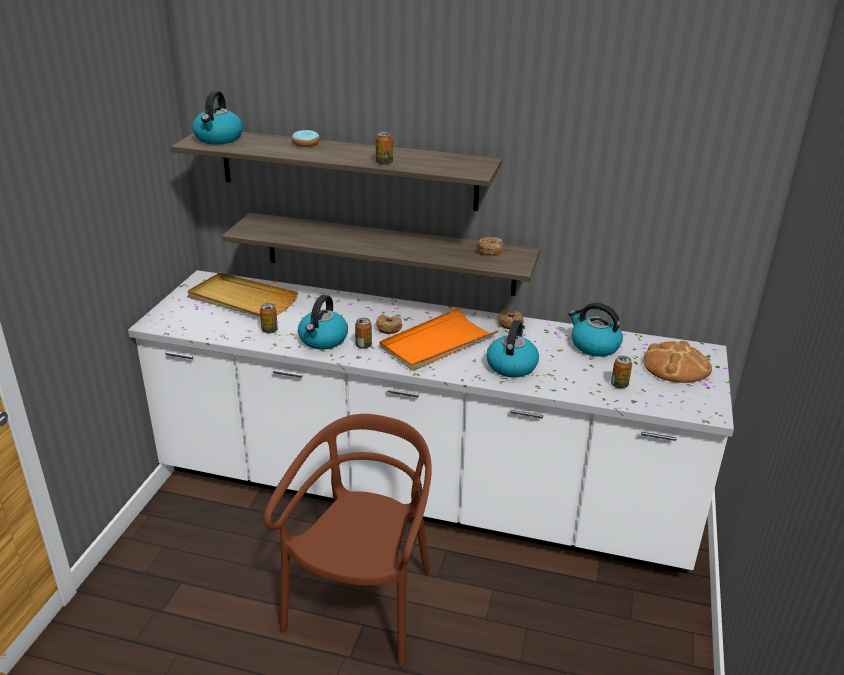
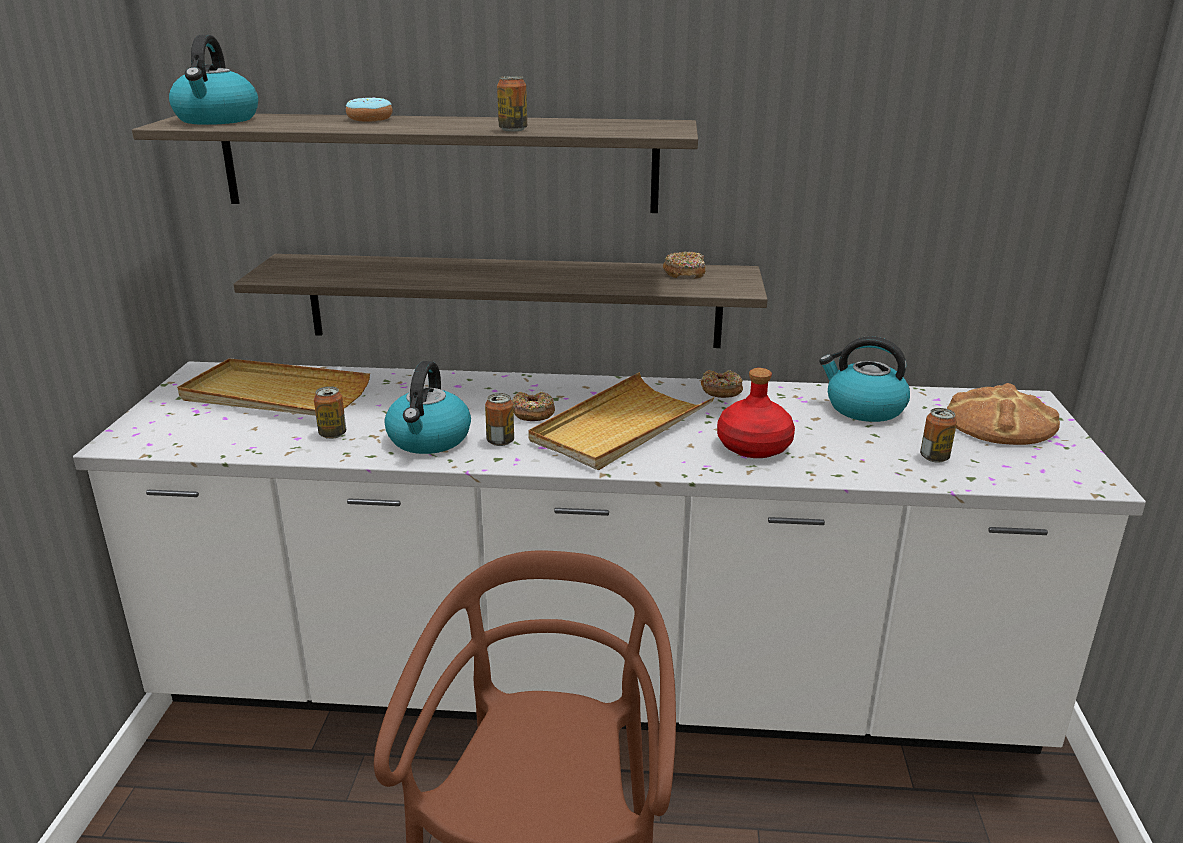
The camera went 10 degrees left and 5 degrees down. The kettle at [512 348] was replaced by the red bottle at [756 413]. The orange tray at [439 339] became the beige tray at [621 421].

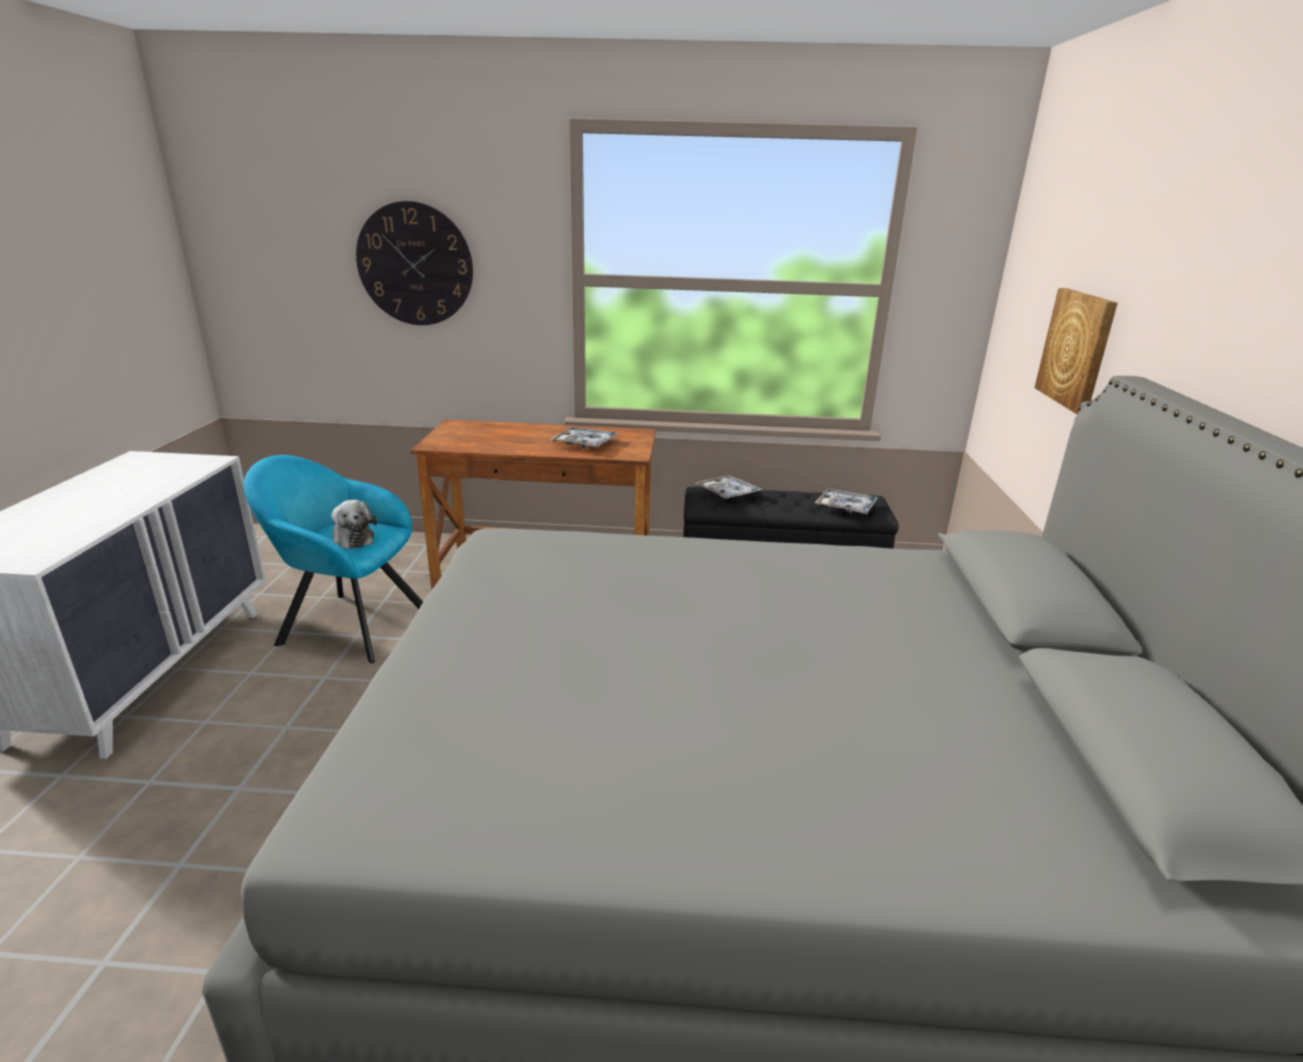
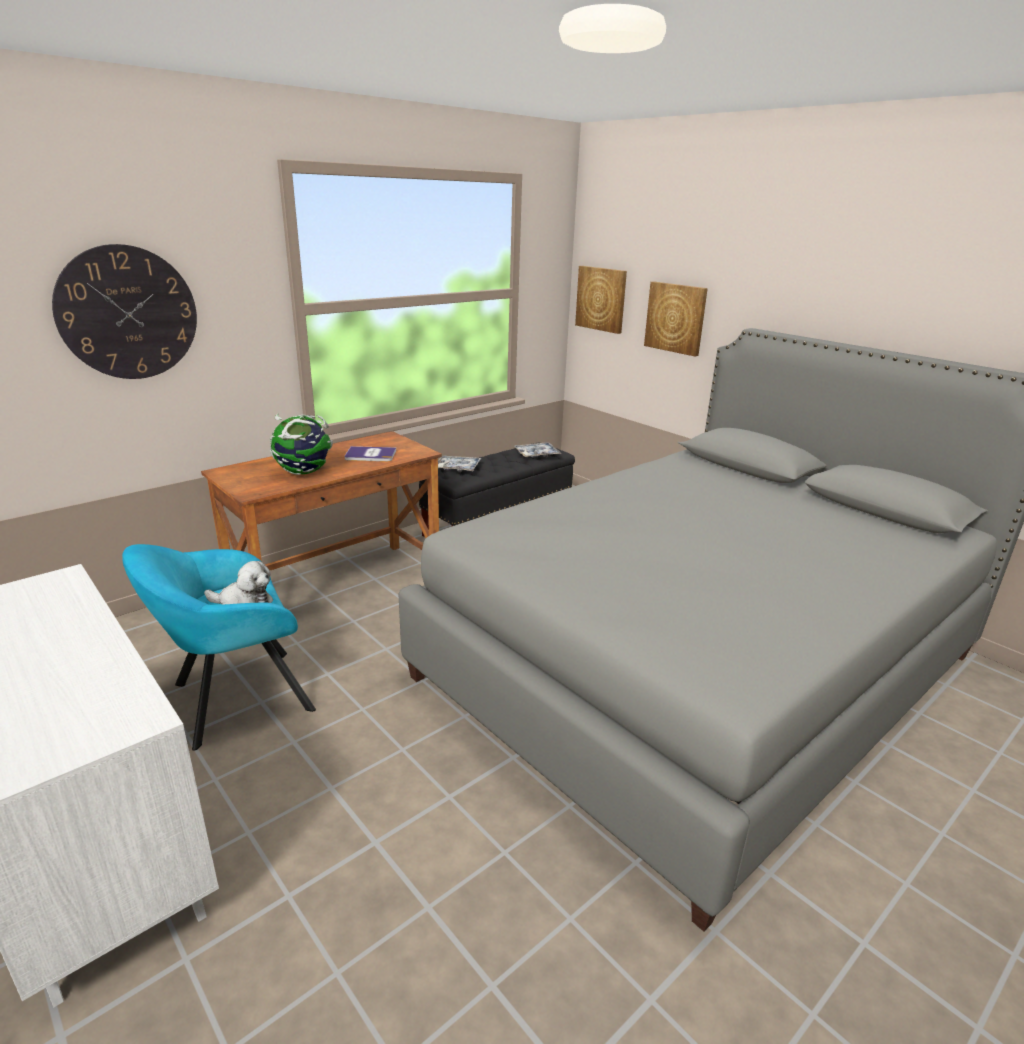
The camera went 45 degrees left and 0 degrees up. The globe at [301 444] appeared. The picture at [601 300] appeared. The tray at [584 437] was replaced by the book at [370 453].

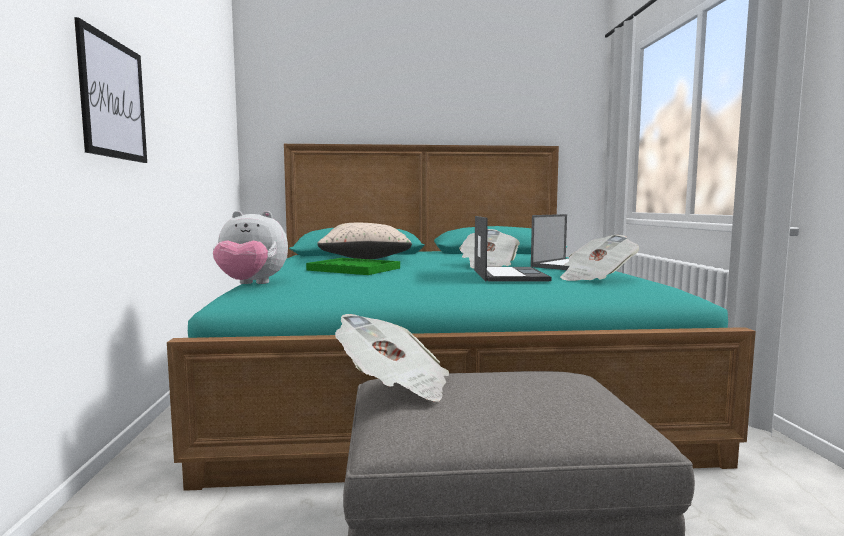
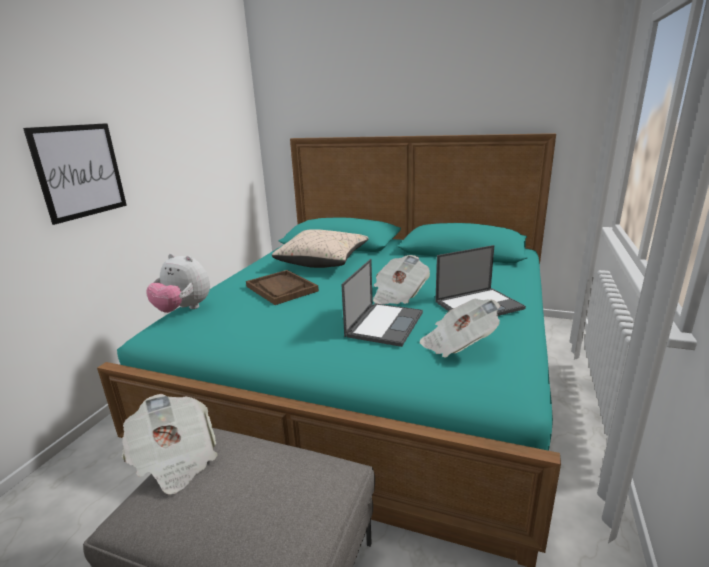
The camera went 25 degrees right and 15 degrees up. The green tray at [353 266] became the brown tray at [282 287].

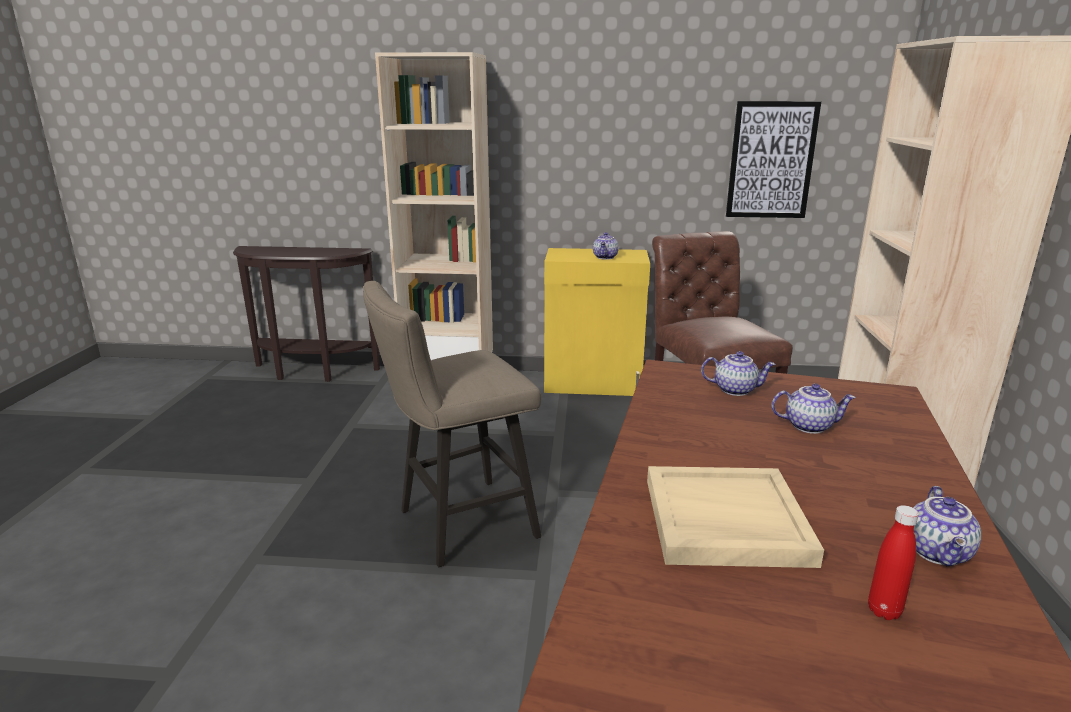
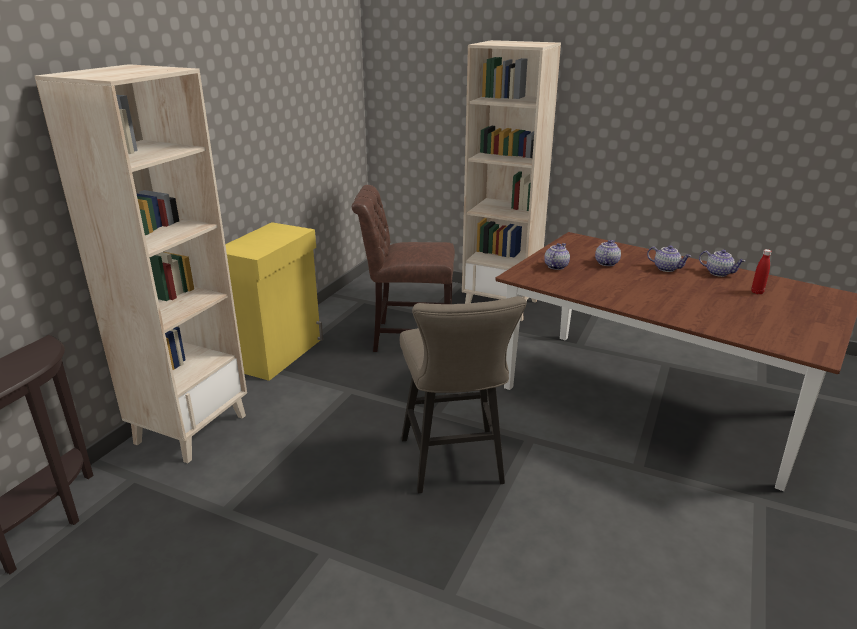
The camera went 70 degrees left and 5 degrees up. The beige tray at [735 517] disappeared. The picture at [773 159] disappeared. The teapot moved from [606 246] to [669 258].

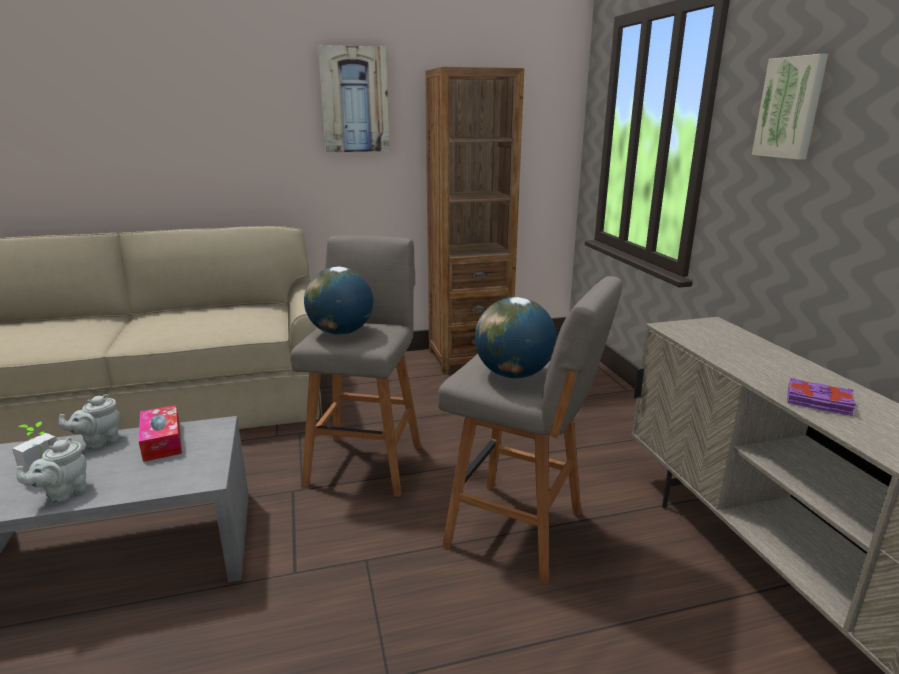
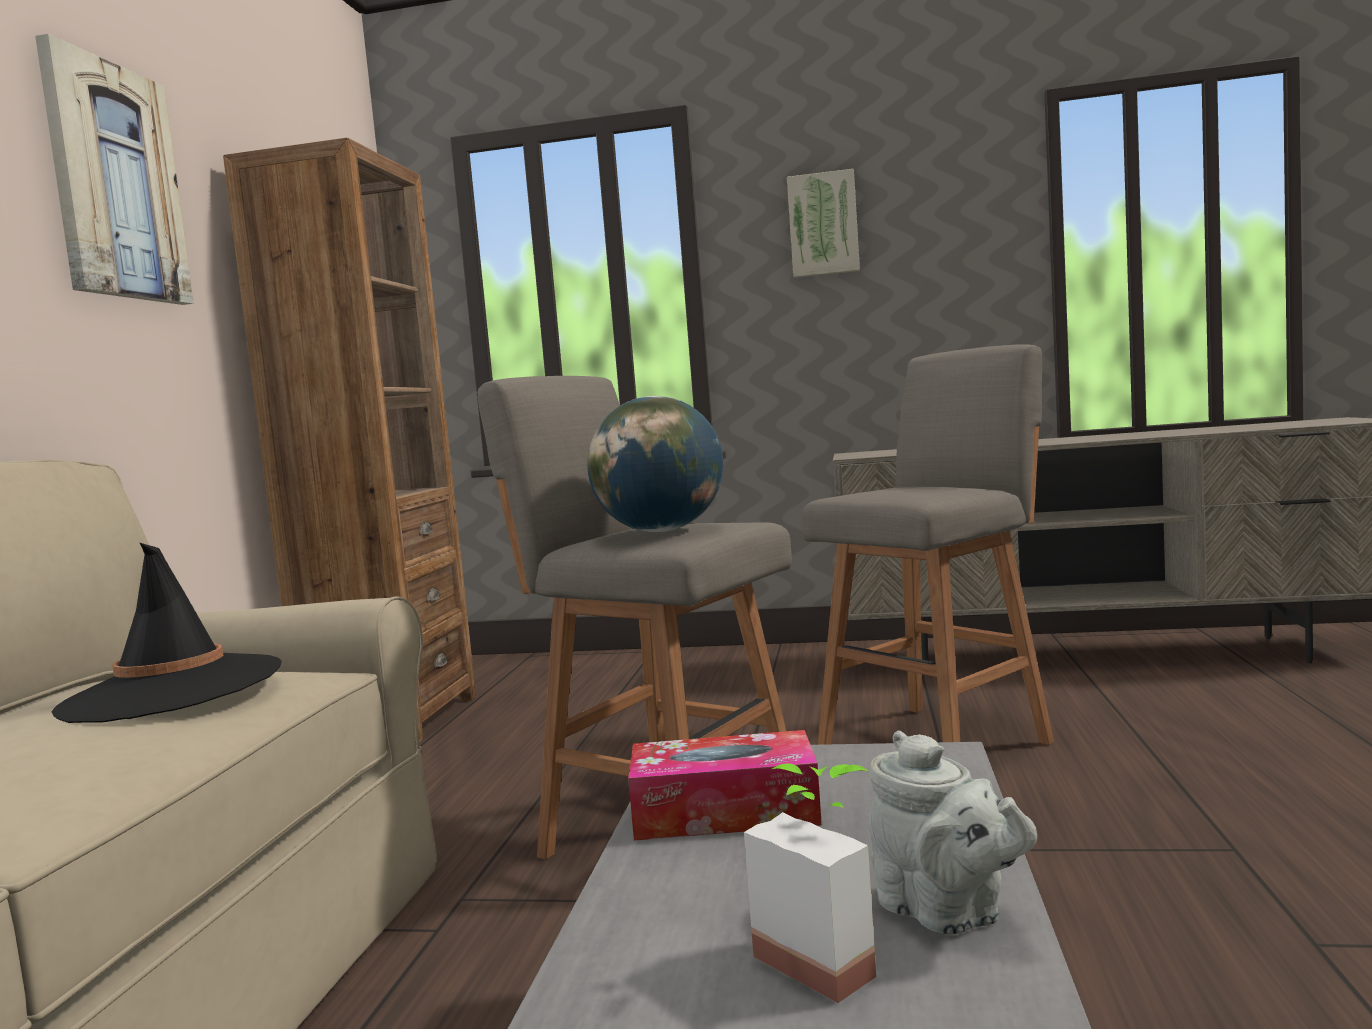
The camera went 65 degrees left and 15 degrees down. The grey teapot at [89 422] disappeared. The globe at [516 338] disappeared. The purple book at [821 397] disappeared. The black hat at [166 632] appeared.

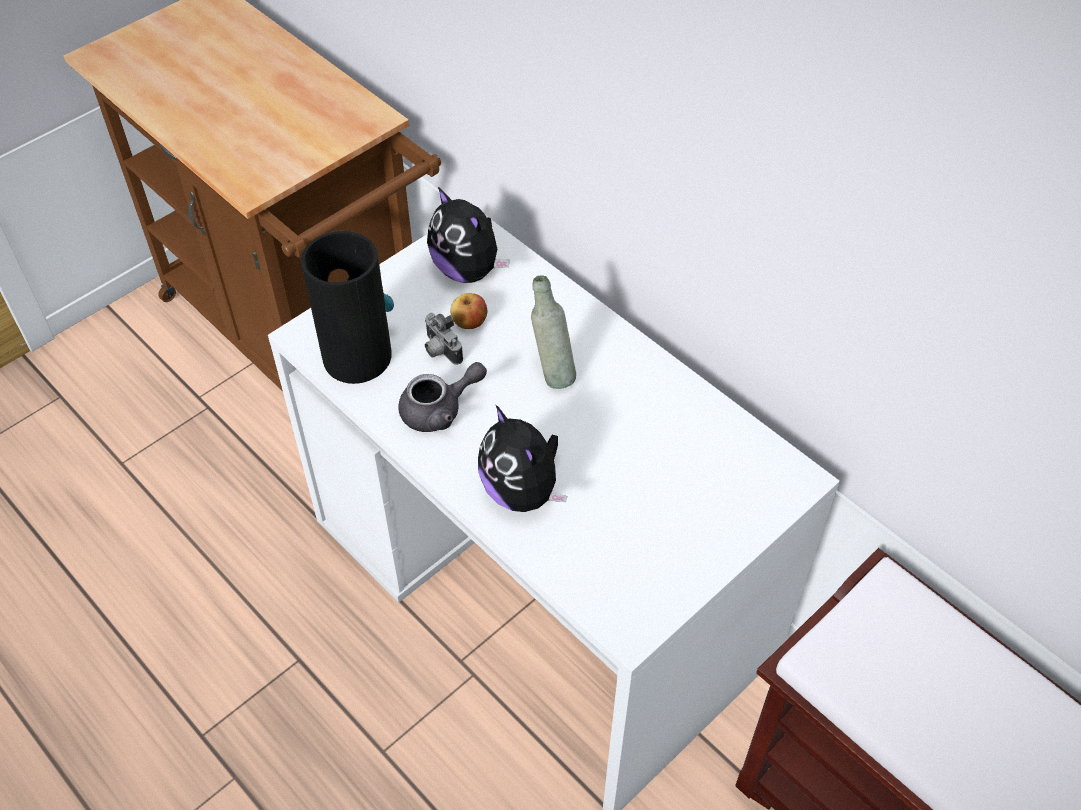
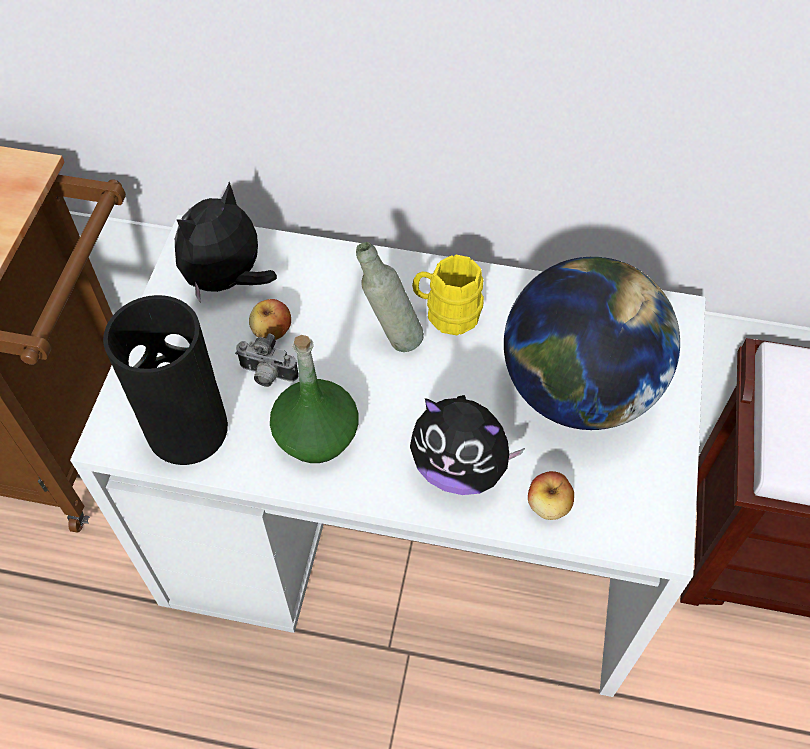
The camera went 35 degrees left and 5 degrees up. The yellow mug at [448 295] appeared. The globe at [592 343] appeared. The apple at [551 495] appeared. The grey teapot at [442 397] was replaced by the green bottle at [314 399]. The plush toy at [468 235] turned 120 degrees clockwise.

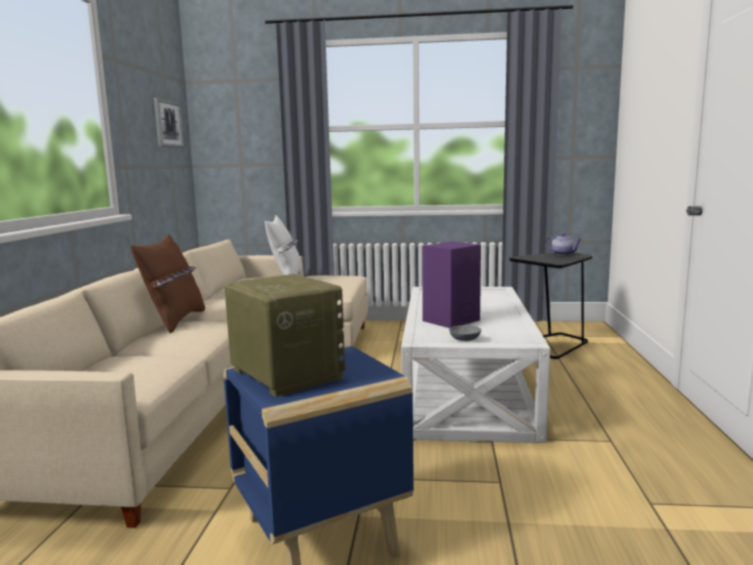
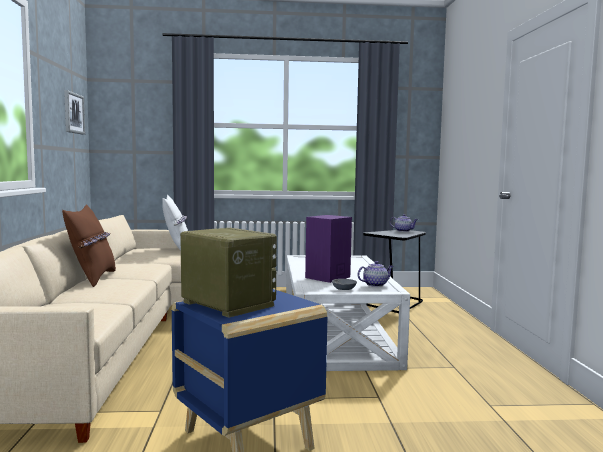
The camera went 10 degrees left and 5 degrees down. The teapot at [376 274] appeared.

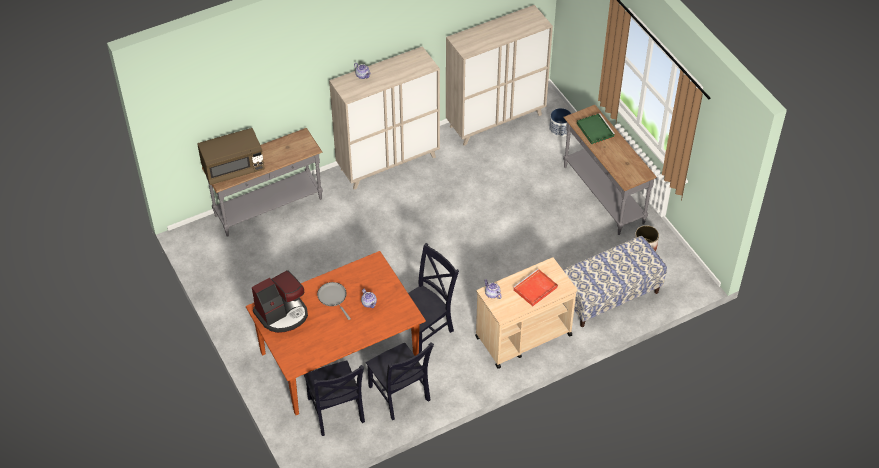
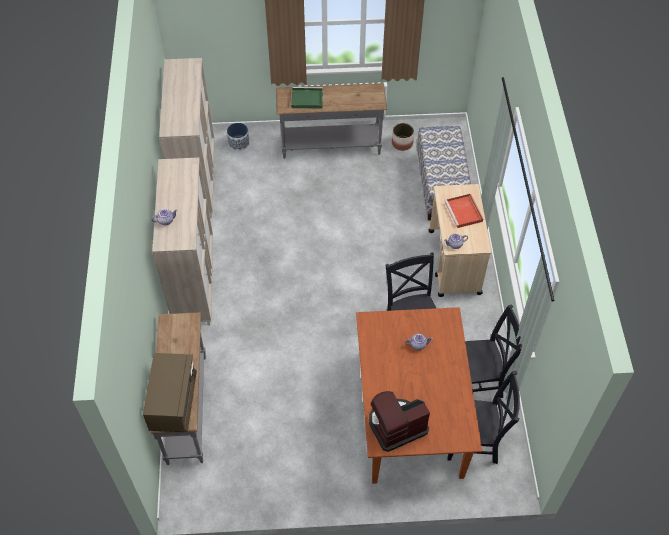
The camera went 65 degrees left and 5 degrees up. The grey frying pan at [334 301] disappeared. The coffee machine at [280 301] turned 105 degrees counterclockwise.

